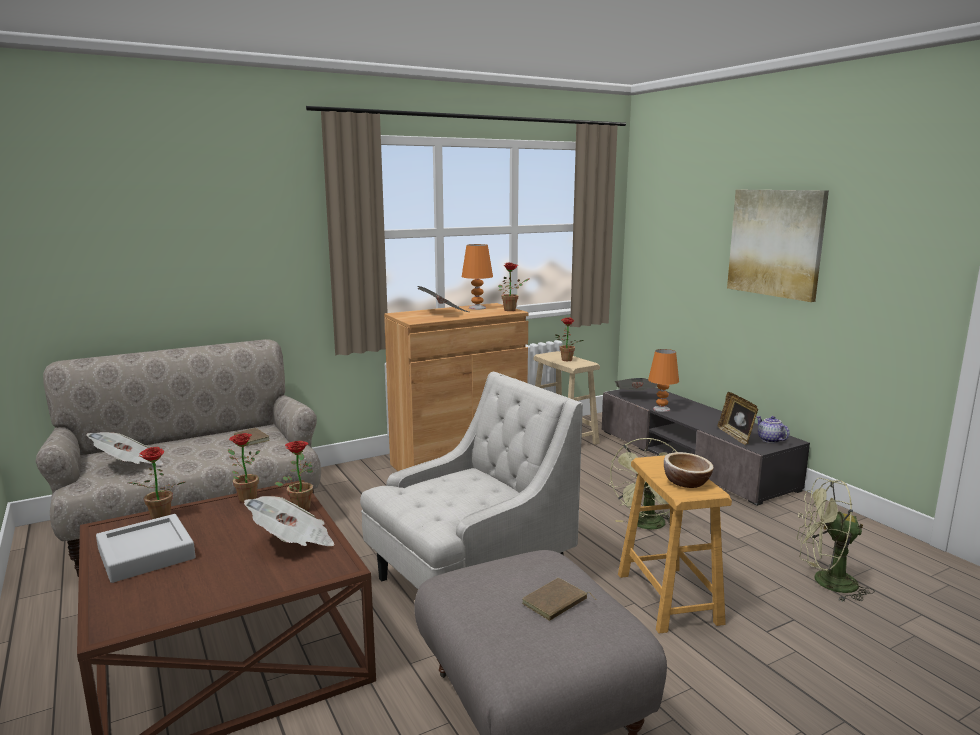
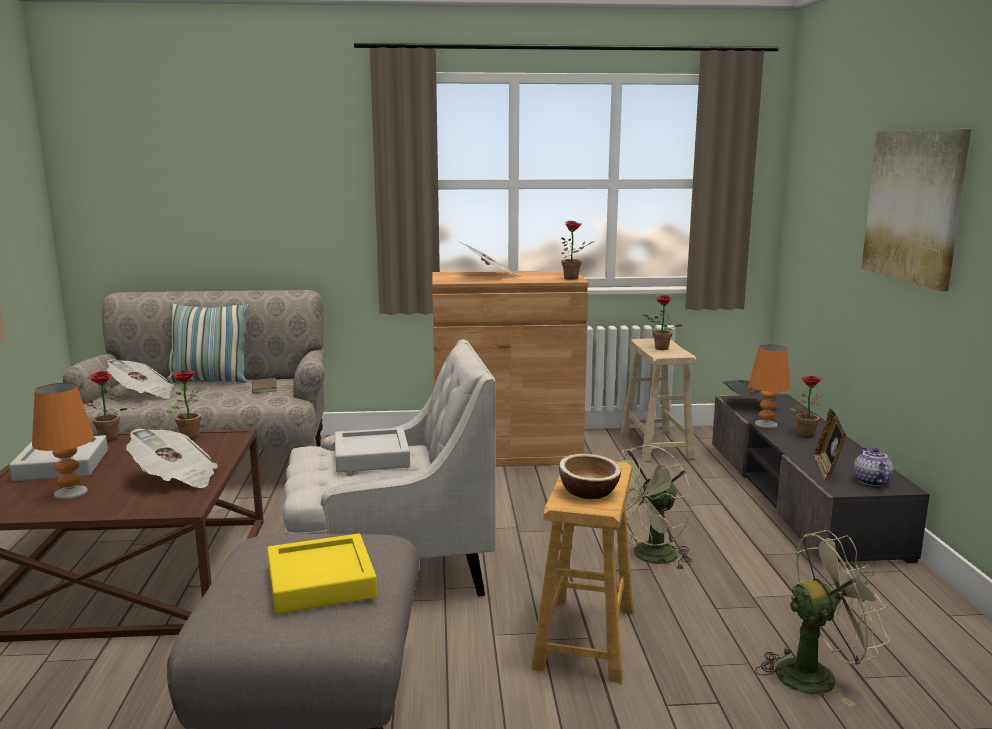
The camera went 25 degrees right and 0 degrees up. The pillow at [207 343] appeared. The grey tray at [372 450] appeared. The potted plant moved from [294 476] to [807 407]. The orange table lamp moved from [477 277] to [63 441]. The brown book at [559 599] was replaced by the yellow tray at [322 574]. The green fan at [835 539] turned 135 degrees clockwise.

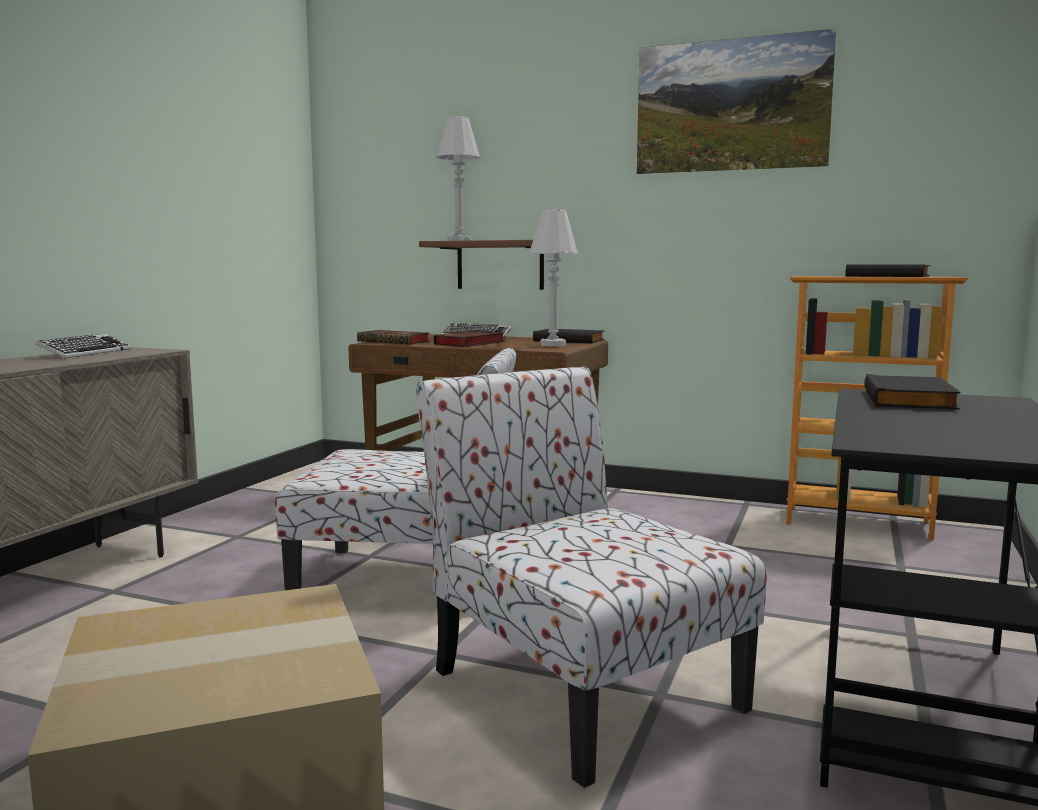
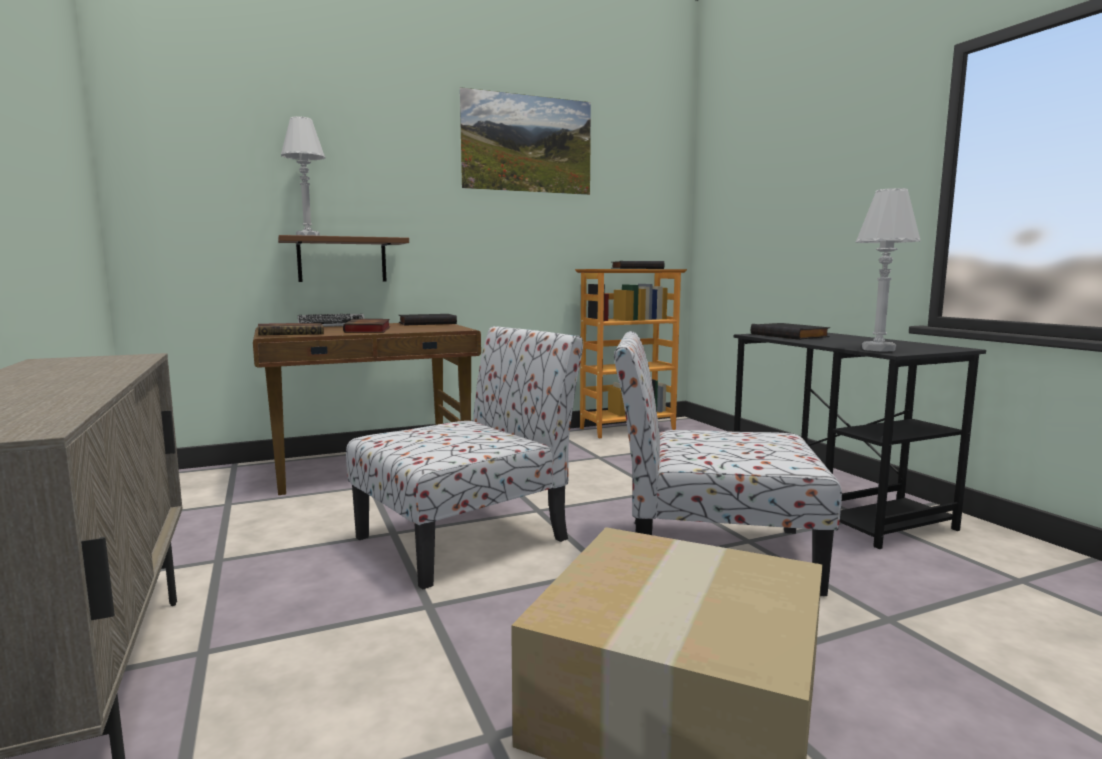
The camera went 45 degrees left and 0 degrees up. The keyboard at [83 346] disappeared. The white table lamp moved from [554 278] to [888 270].

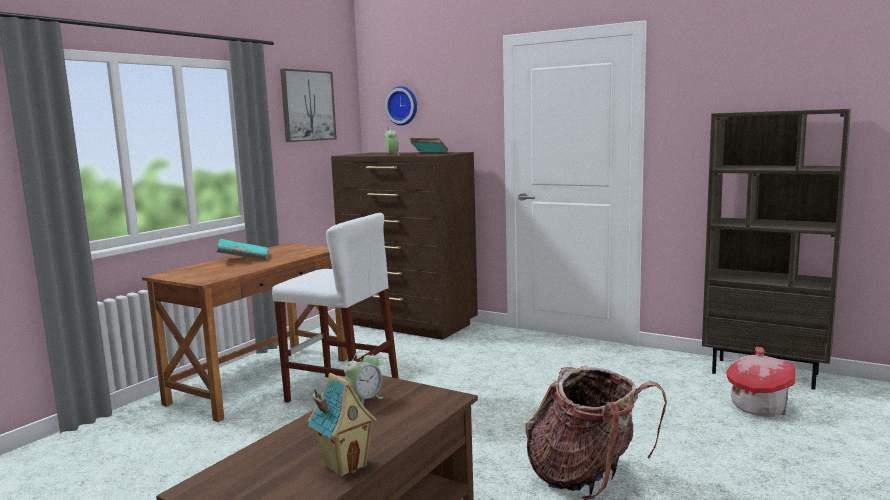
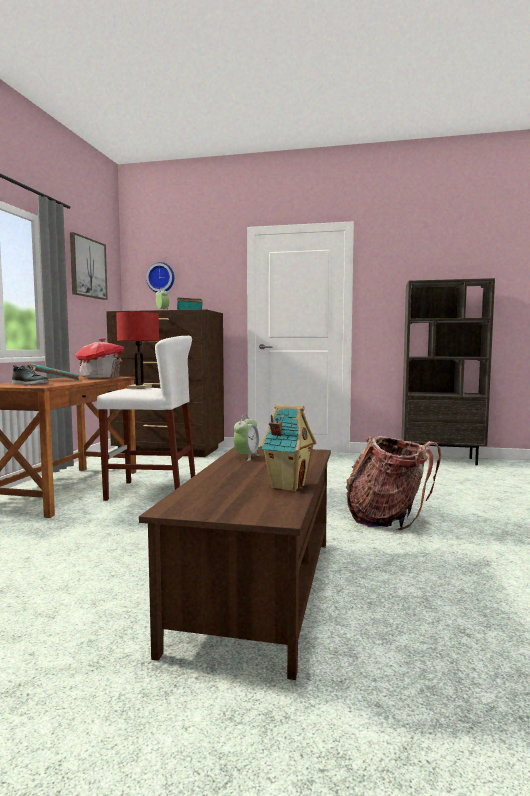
The camera went 20 degrees left and 5 degrees down. The shoe at [30 375] appeared. The red table lamp at [137 350] appeared. The toy house moved from [760 382] to [100 358].

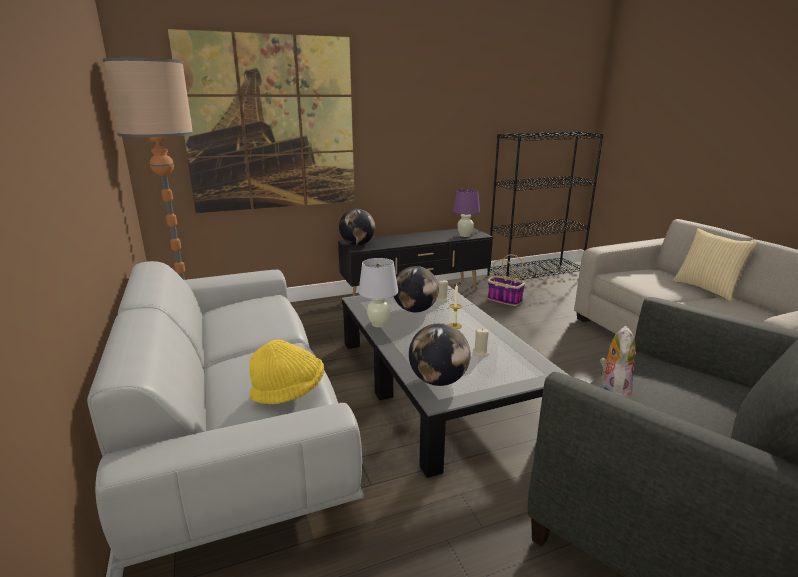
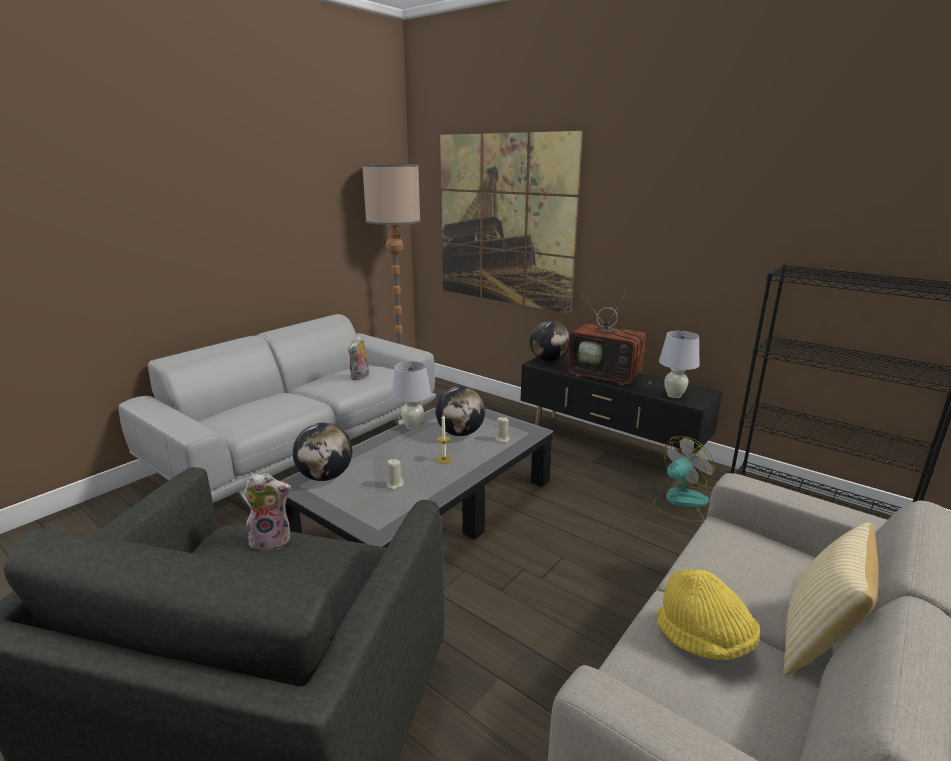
The camera went 60 degrees right and 0 degrees up. The plush toy at [358 357] appeared. The television at [609 338] appeared. The yellow hat moved from [287 372] to [708 614]. The basket at [506 280] was replaced by the fan at [684 479]. The purple table lamp at [466 213] became the white table lamp at [679 364].

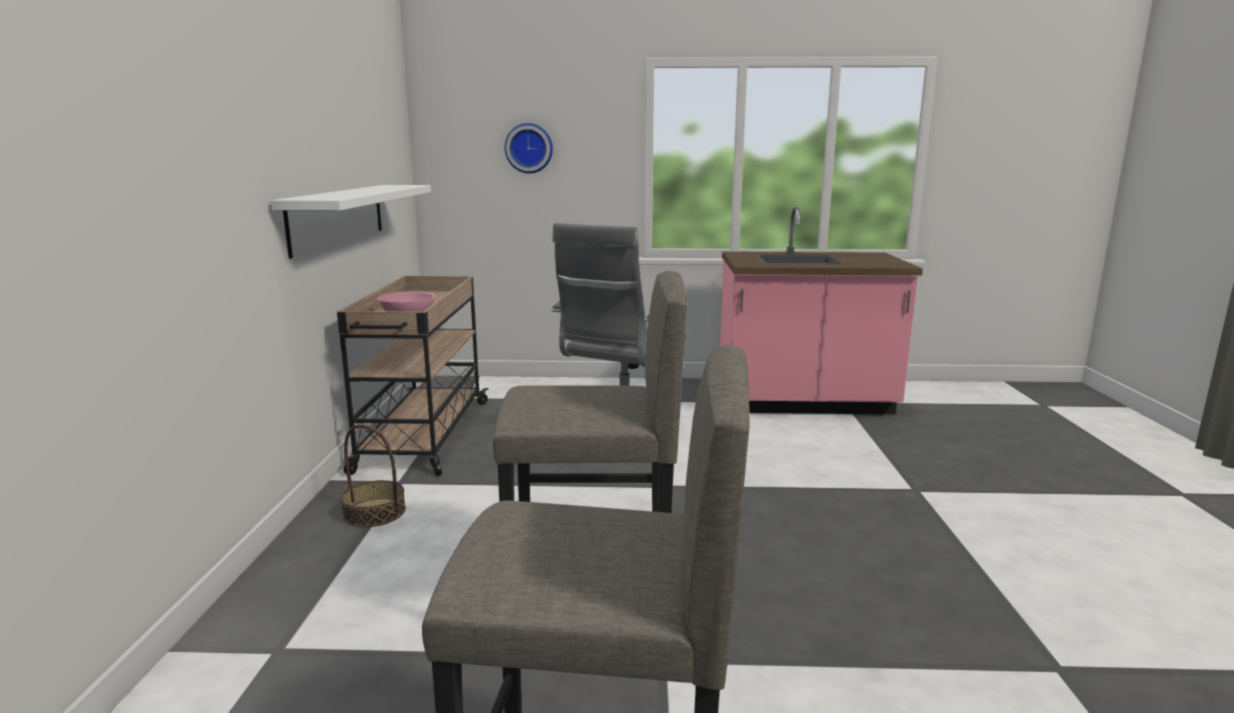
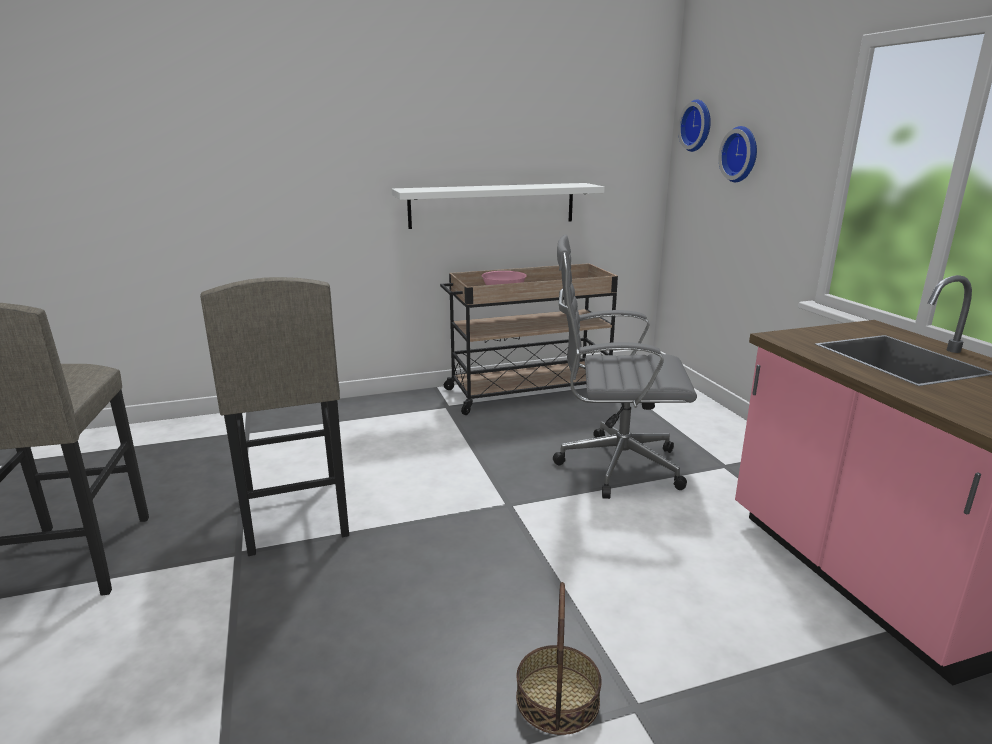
The camera went 70 degrees right and 5 degrees up. The wall clock at [694 125] appeared. The basket moved from [373 475] to [559 658].

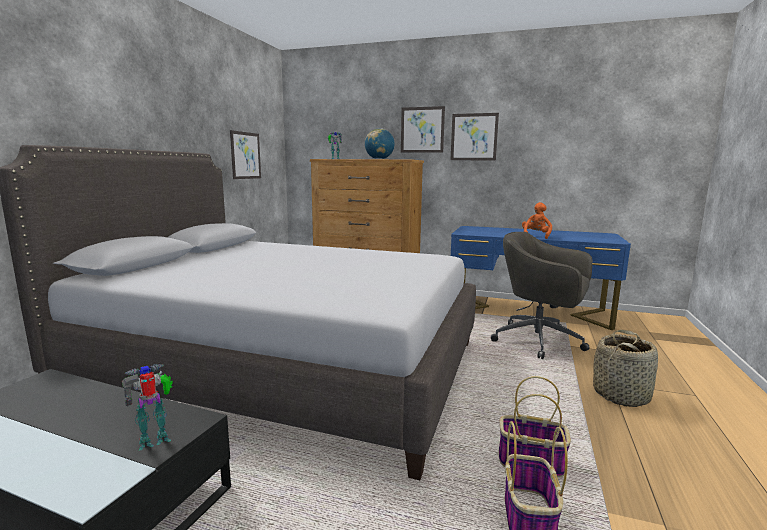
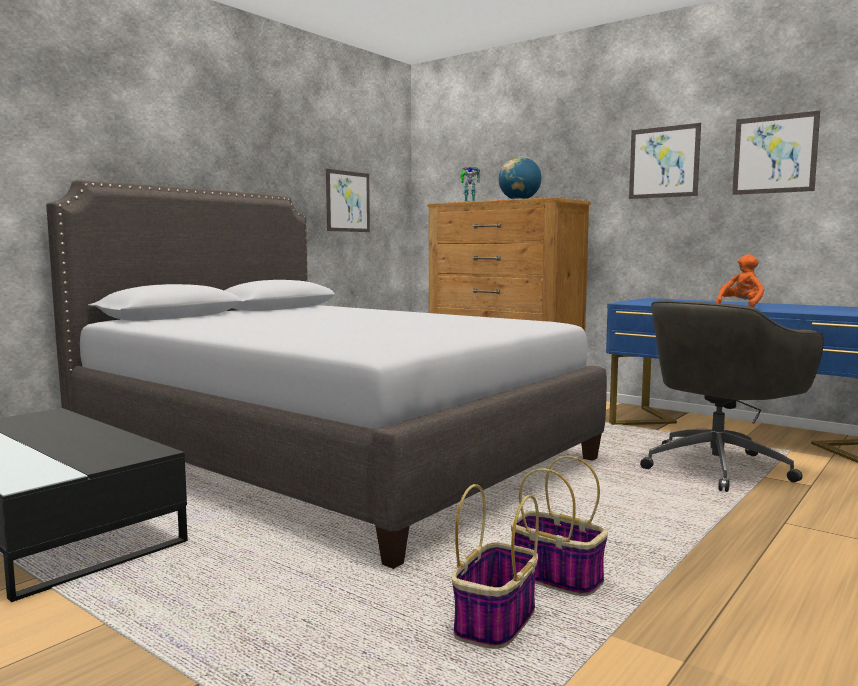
The camera went 20 degrees right and 5 degrees down. The toy robot at [147 407] disappeared. The basket at [625 368] disappeared. The picture moved from [423 129] to [776 153]. The grey office chair at [542 295] turned 90 degrees counterclockwise.

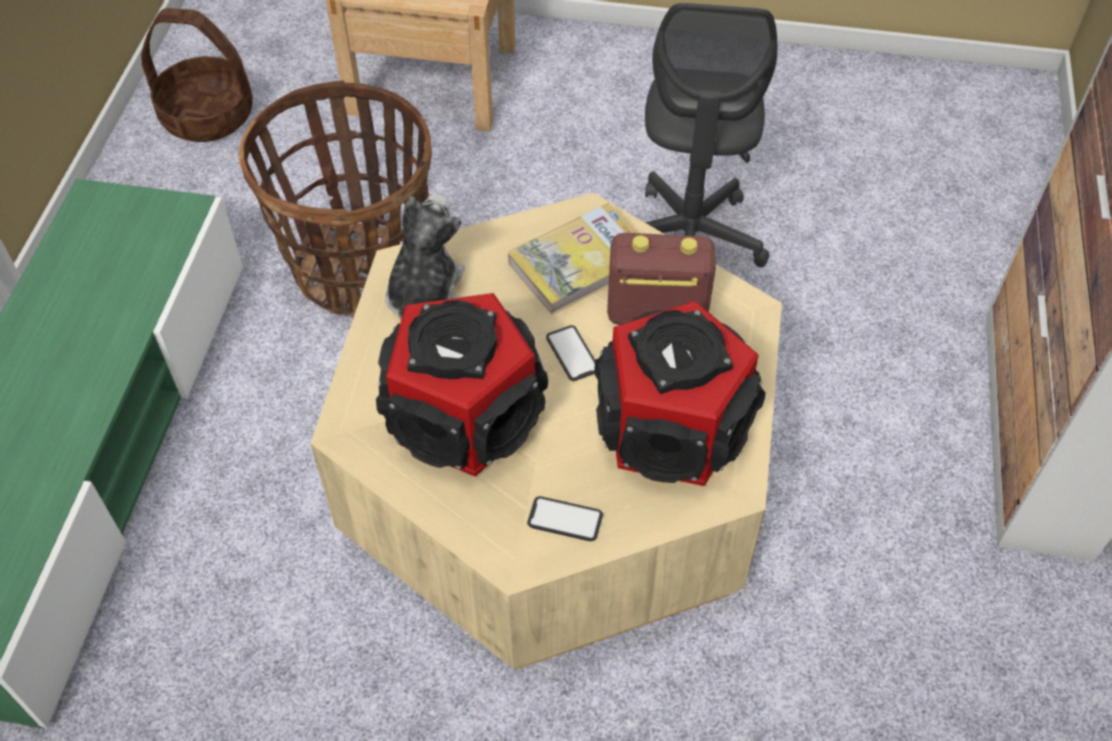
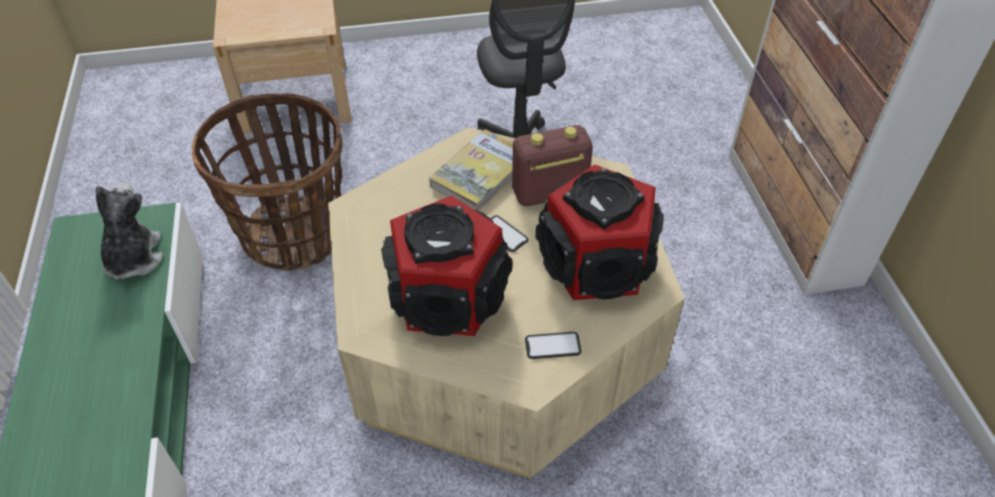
The camera went 20 degrees left and 5 degrees down. The basket at [197 75] disappeared. The plush toy moved from [425 256] to [129 230].

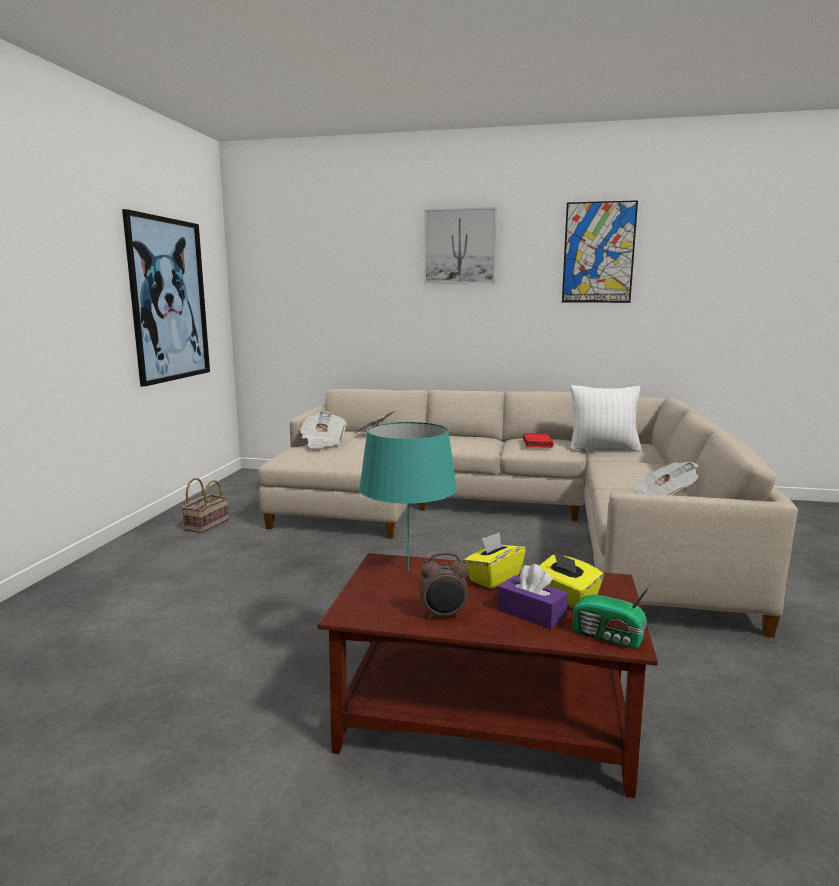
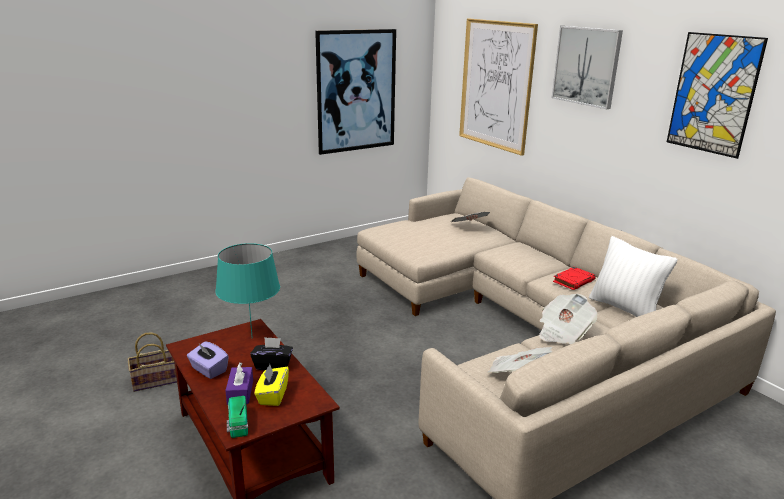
The camera went 45 degrees right and 10 degrees up. The picture at [498 87] appeared. The basket moved from [205 505] to [152 362]. The newspaper moved from [323 430] to [568 319]. The alarm clock at [444 585] was replaced by the purple tissue box at [208 360]. The yellow tissue box at [495 560] became the black tissue box at [271 353].

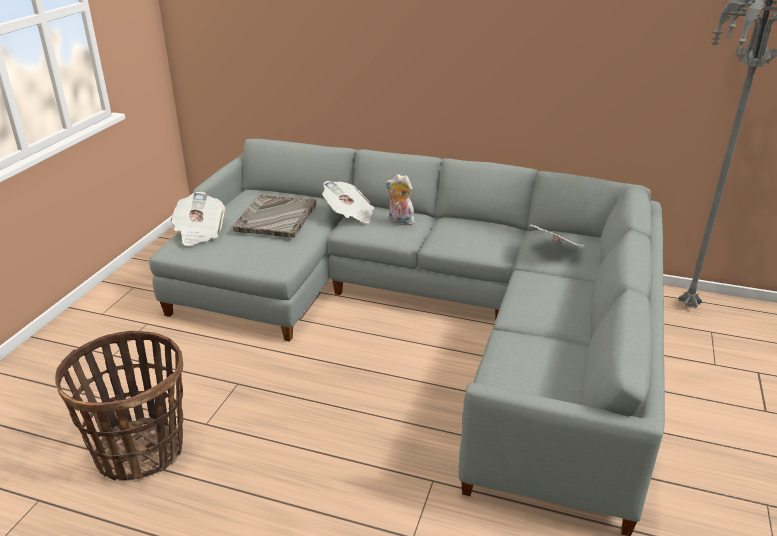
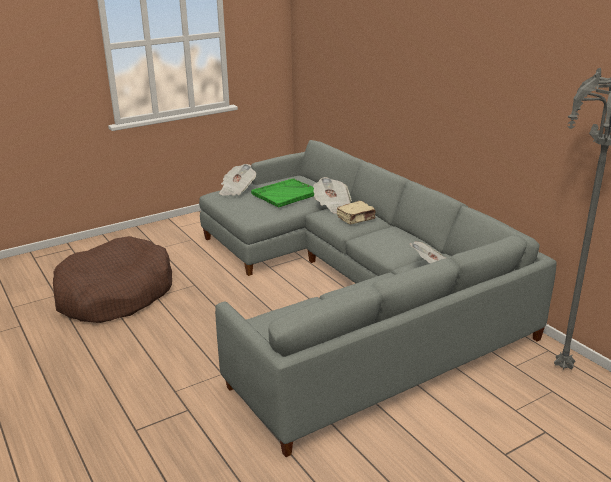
The camera went 40 degrees right and 5 degrees down. The basket at [119 406] was replaced by the brown dog bed at [112 279]. The plush toy at [399 200] was replaced by the beige book at [356 212]. The grey tray at [275 216] became the green tray at [282 193].

